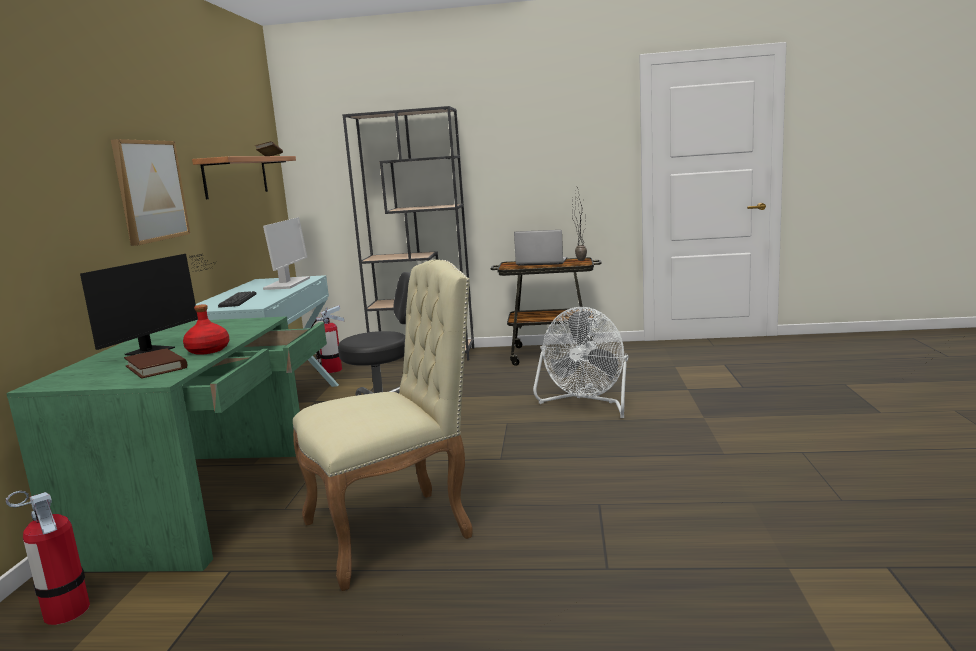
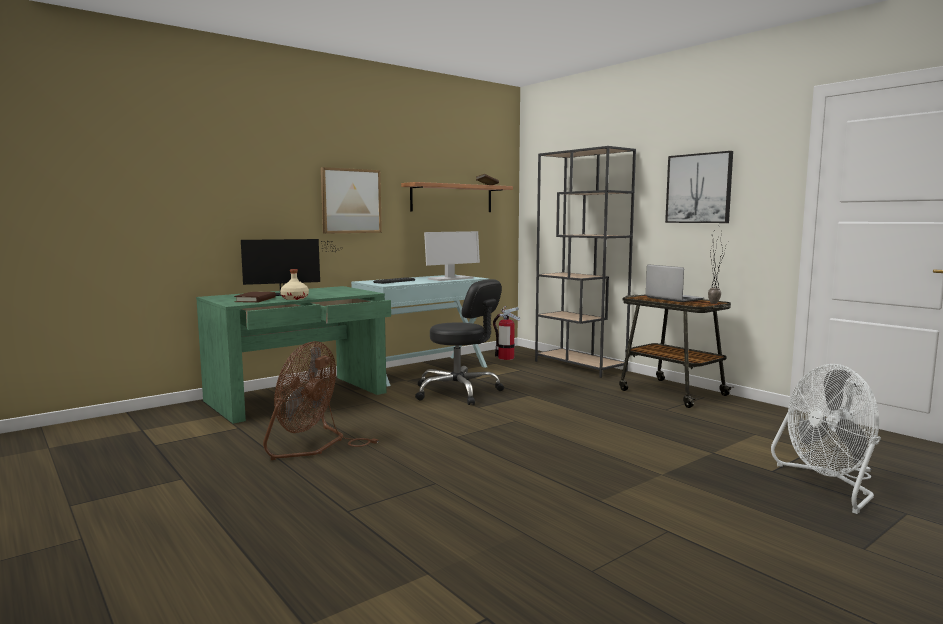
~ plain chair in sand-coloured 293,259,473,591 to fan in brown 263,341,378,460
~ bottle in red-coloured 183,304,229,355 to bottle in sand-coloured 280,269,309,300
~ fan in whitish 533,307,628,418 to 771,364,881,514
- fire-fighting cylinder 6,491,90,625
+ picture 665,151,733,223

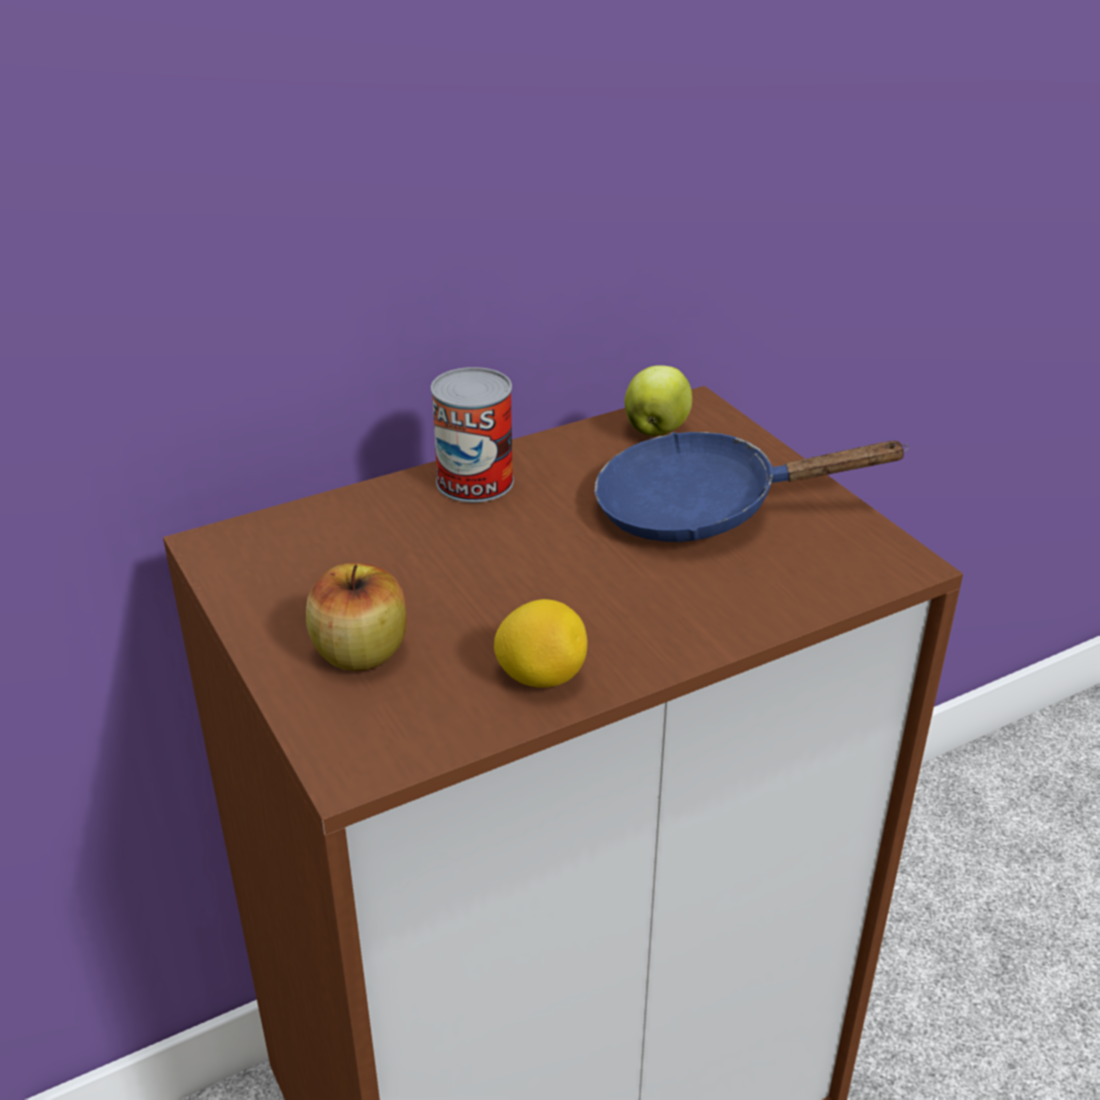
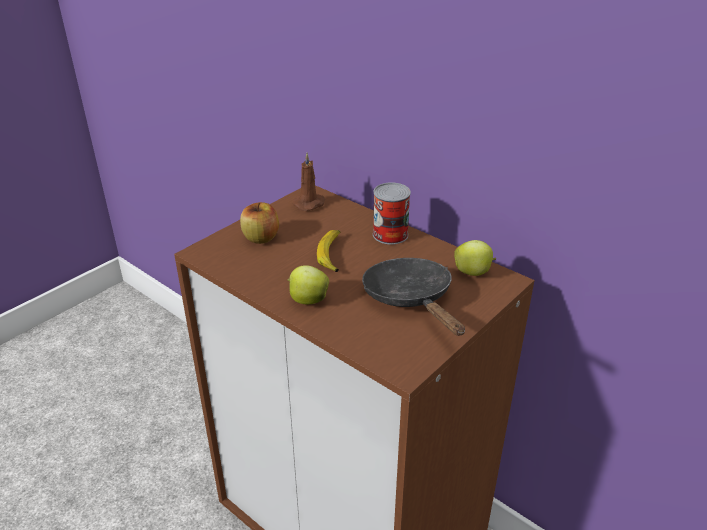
~ pan in bluish 595,432,909,542 to pan in black-coloured 362,258,465,336
- citrus fruit 494,599,588,688
+ candle in brown 293,153,326,211
+ whole banana 317,230,340,272
+ apple 287,265,329,304

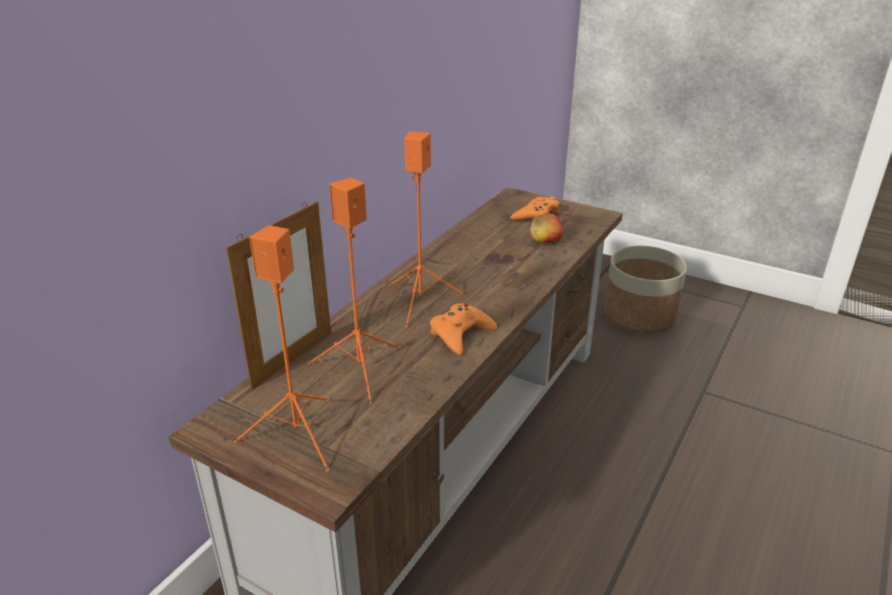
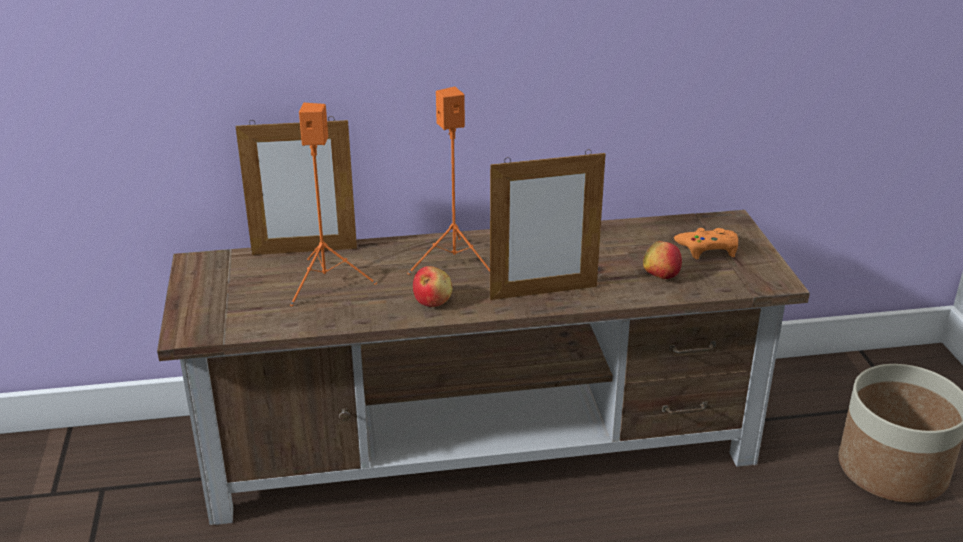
- audio speaker in orange 234,225,330,472
~ joypad in orange 430,303,498,355 to apple 413,266,452,307
+ standing frame 490,149,606,300

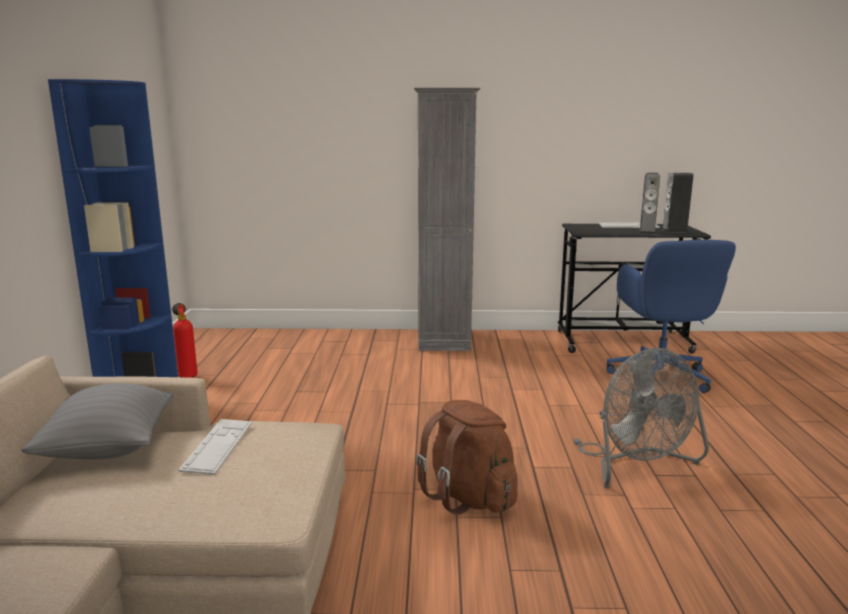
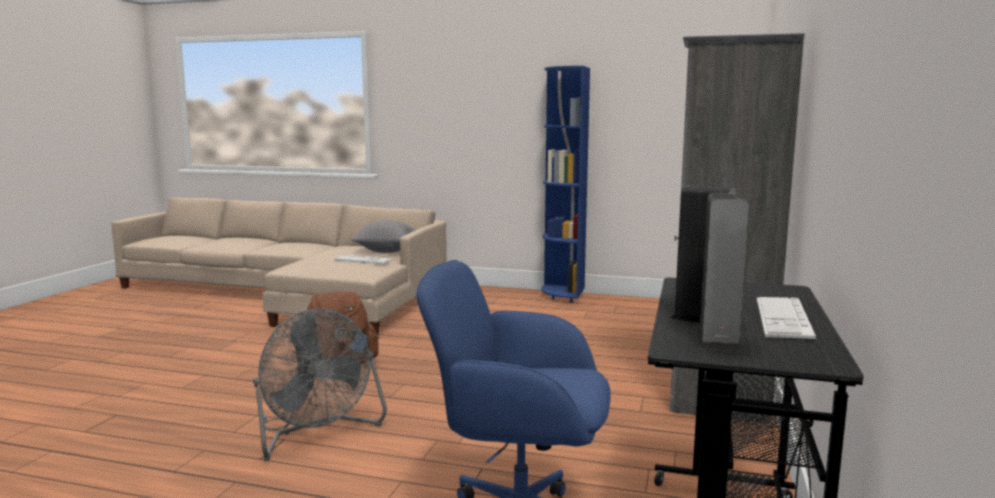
- fire-fighting cylinder 172,303,198,378
~ fan in gray 573,348,709,488 = 253,308,387,461 120 degrees counterclockwise

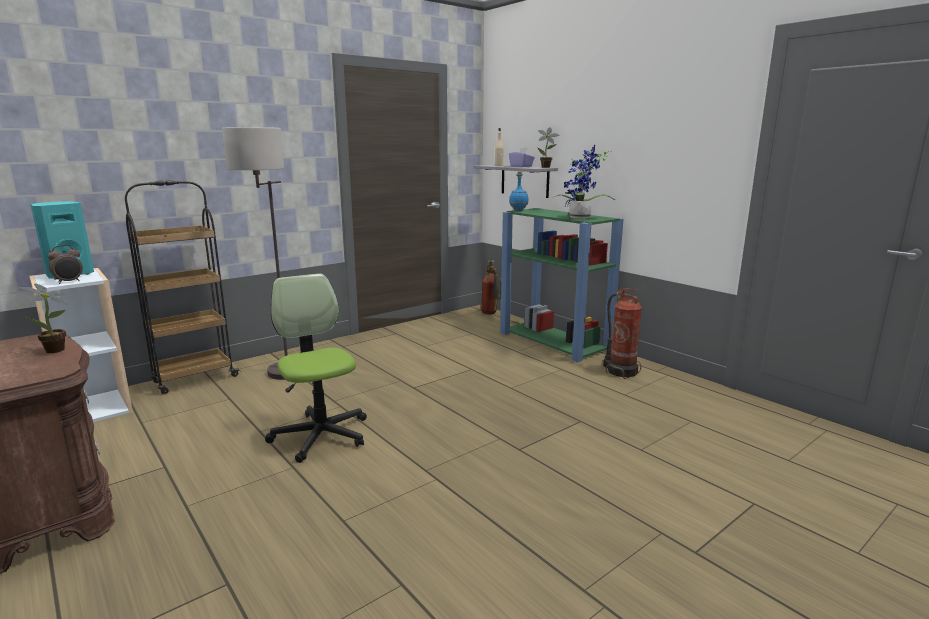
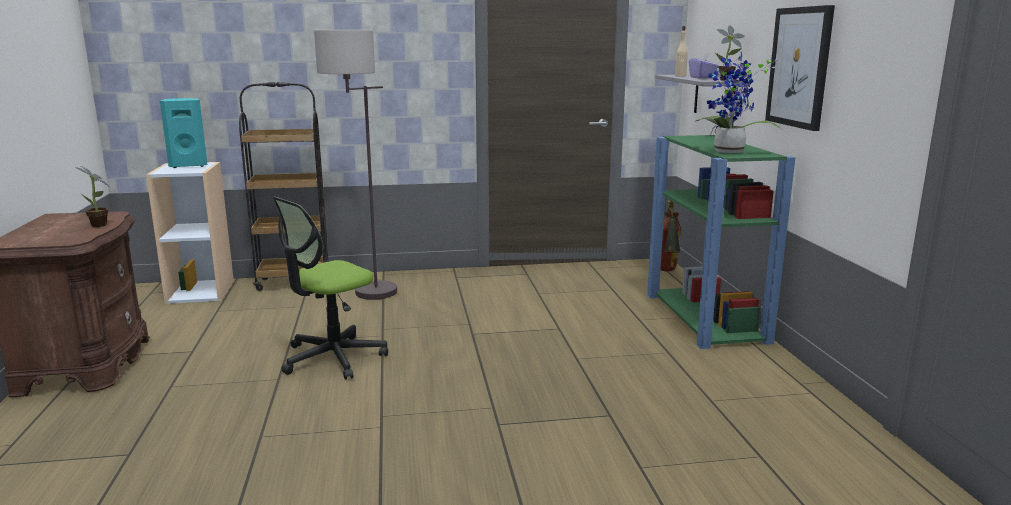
- bottle in bluish 509,171,528,211
- alarm clock 48,245,83,284
~ office chair 265,273,367,463 = 273,196,388,380 135 degrees counterclockwise
- fire-fighting cylinder 603,288,642,379
+ picture 765,5,835,131

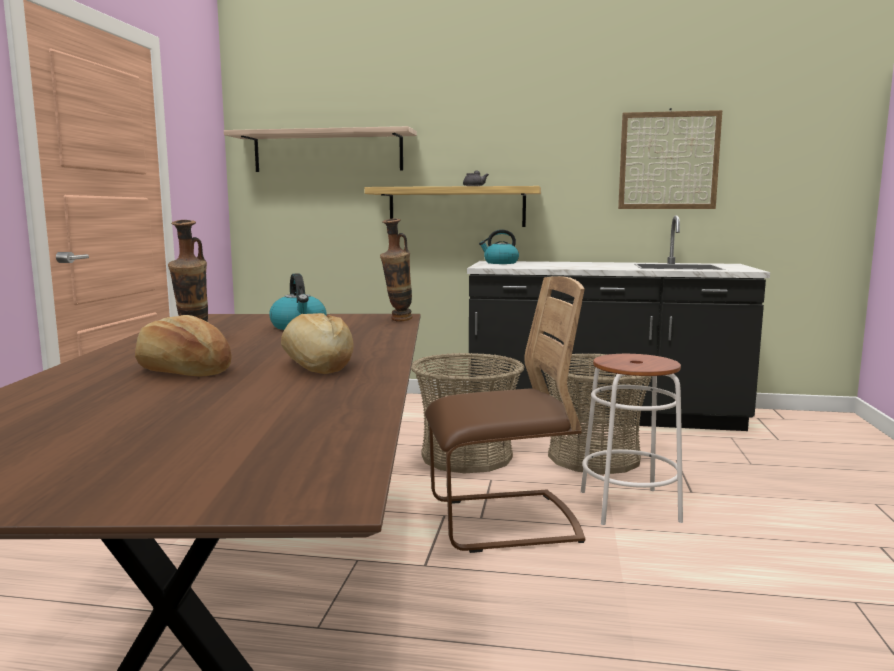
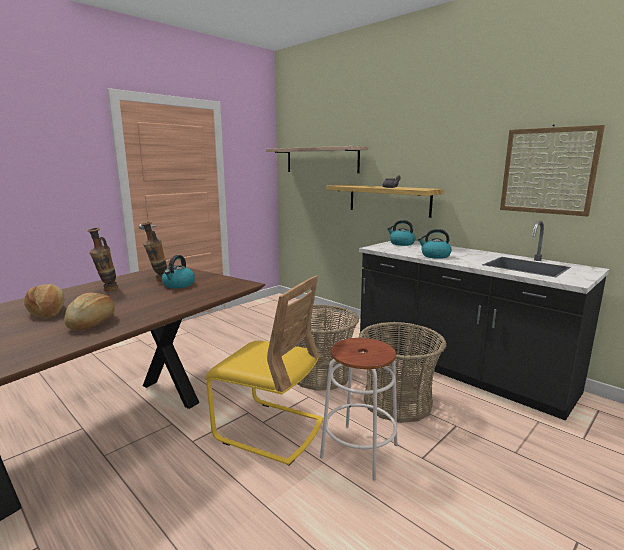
~ flower vase 380,218,413,321 to 141,222,167,281
~ plain chair in brown 425,276,585,553 to plain chair in yellowish 205,276,323,466
+ water kettle 418,229,452,259

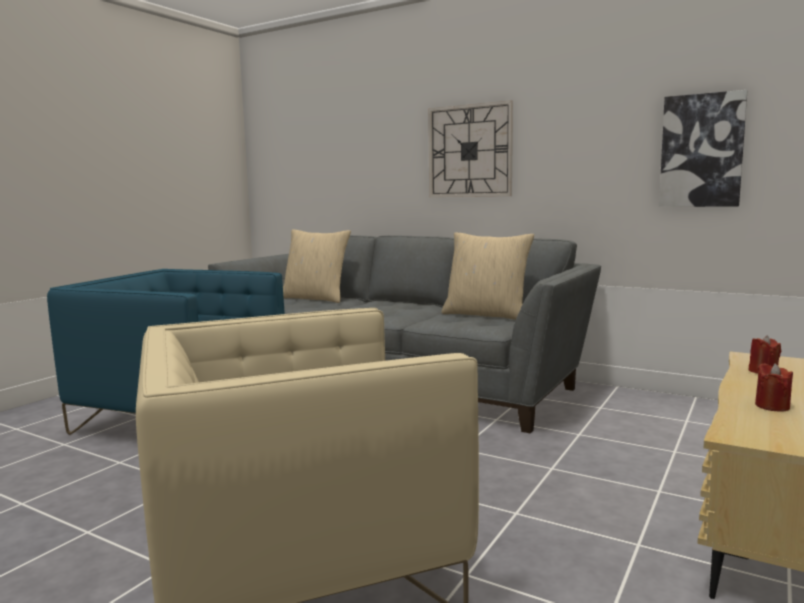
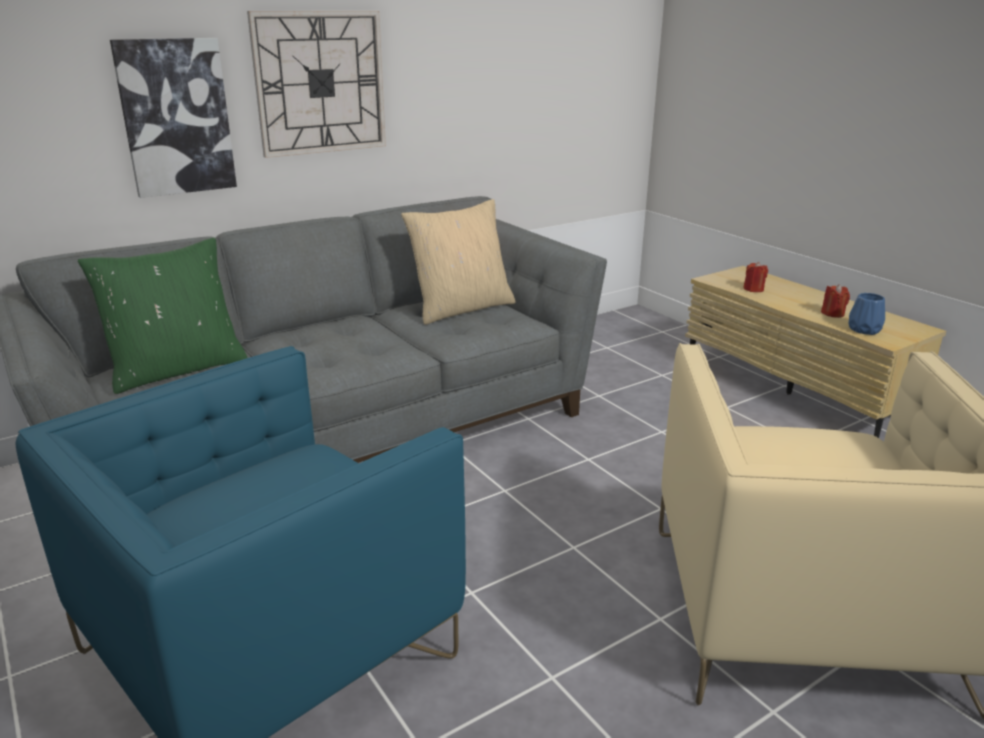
~ picture 659,90,747,207 to 110,38,237,198
~ cushion in sand-coloured 283,229,351,303 to cushion in greenish 78,237,248,394
+ flower vase in bluish 848,293,885,335

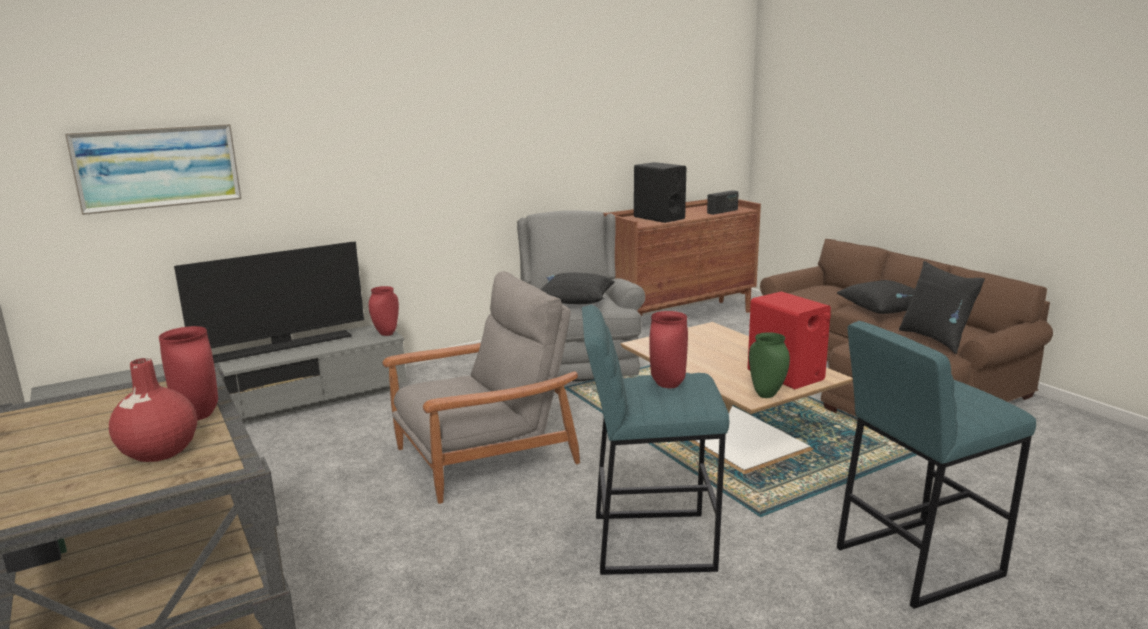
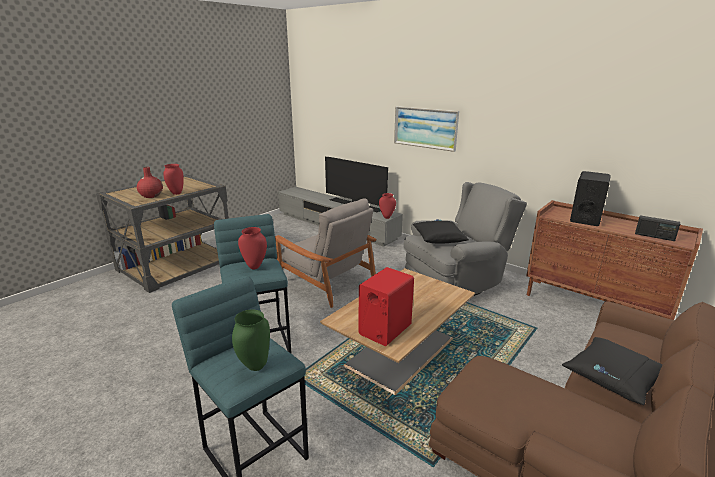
~ picture 65,124,242,215 to 394,106,459,152
- cushion in black-coloured 899,261,985,354
~ flower vase in greenish 749,332,790,398 to 232,309,270,371

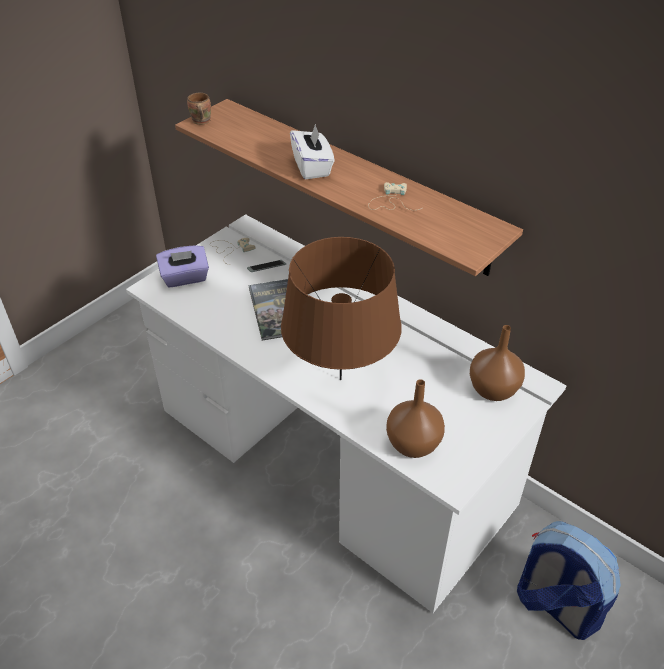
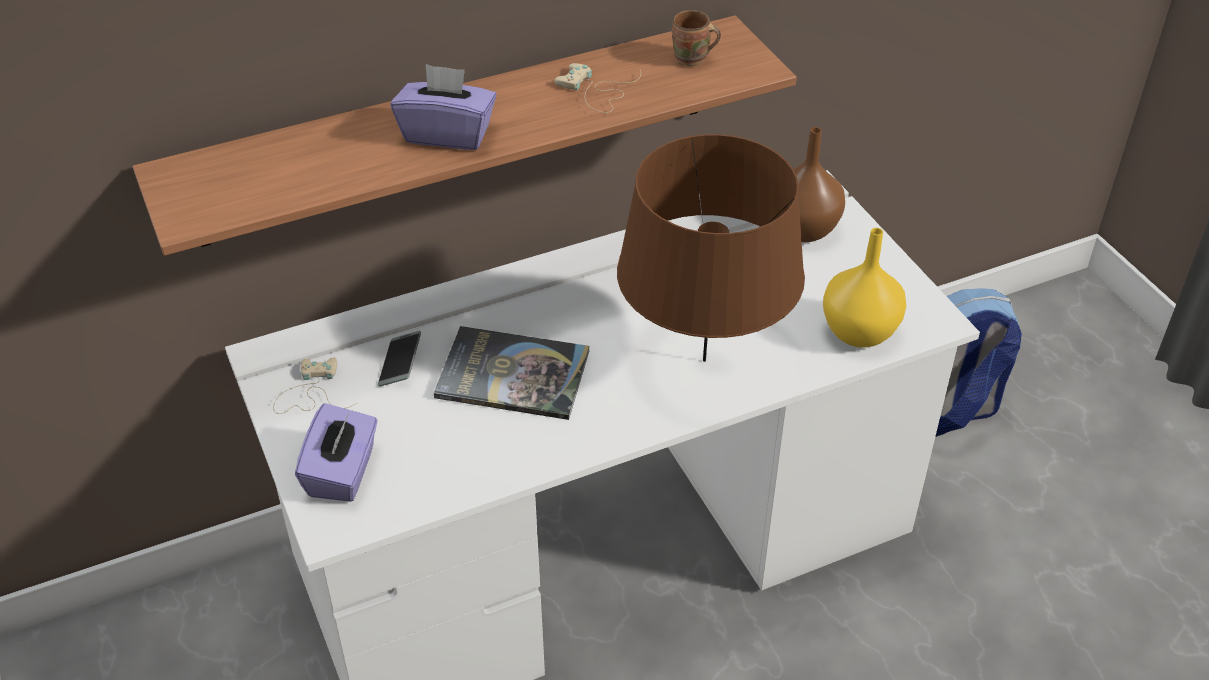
~ mug in brown 187,93,211,125 to 672,10,721,66
~ tissue holder in whitish 290,123,335,179 to tissue holder in purplish 391,64,497,150
~ flower vase in brown 386,379,445,458 to flower vase in yellowish 823,228,906,348

